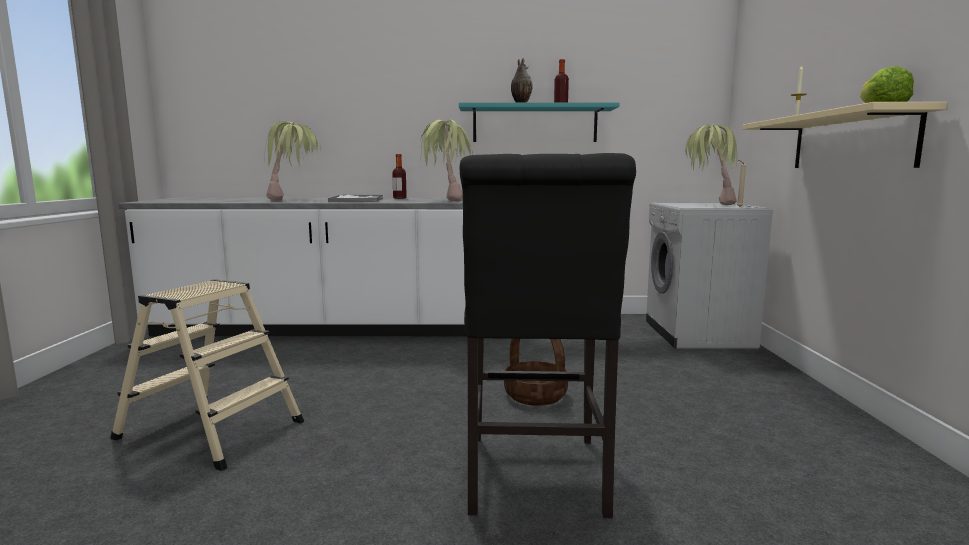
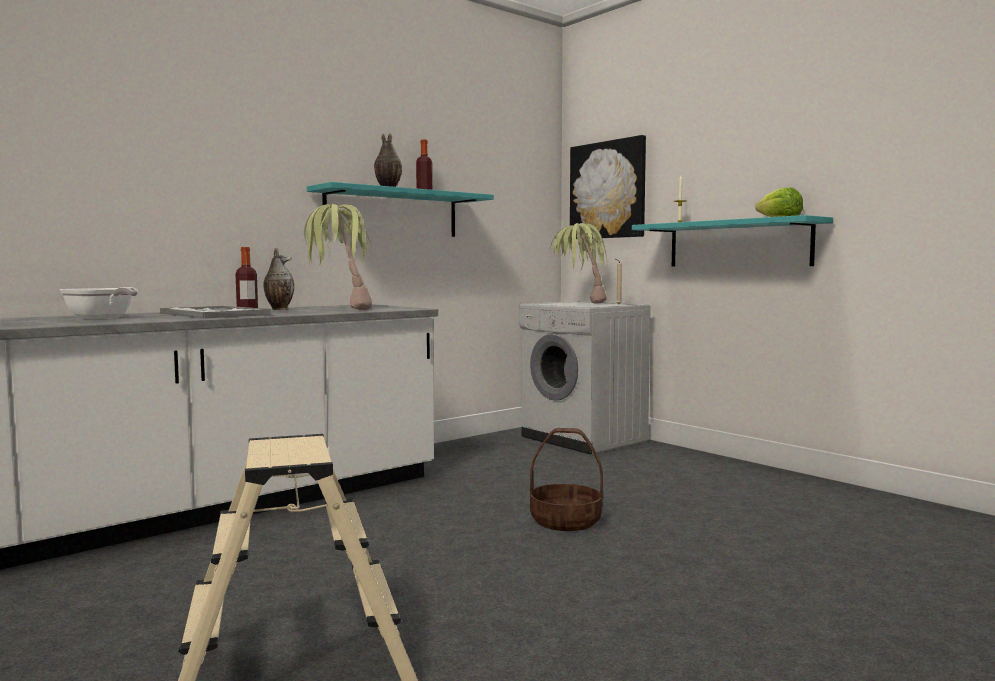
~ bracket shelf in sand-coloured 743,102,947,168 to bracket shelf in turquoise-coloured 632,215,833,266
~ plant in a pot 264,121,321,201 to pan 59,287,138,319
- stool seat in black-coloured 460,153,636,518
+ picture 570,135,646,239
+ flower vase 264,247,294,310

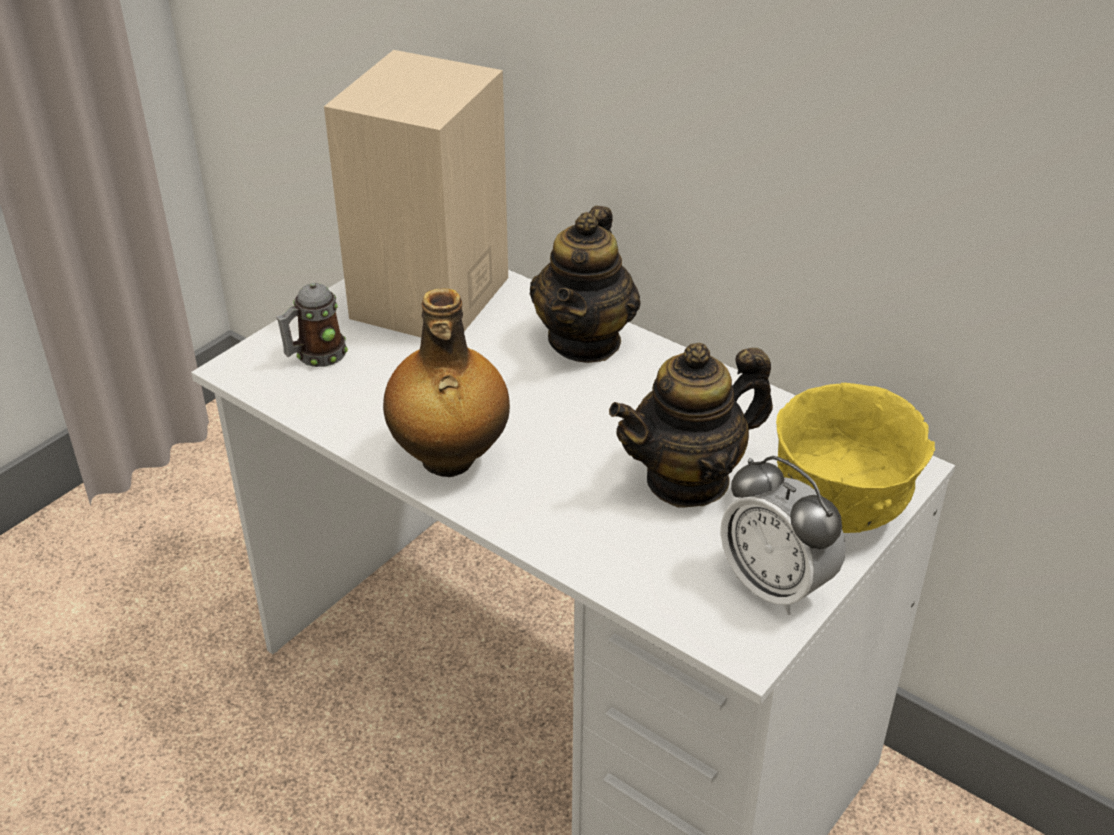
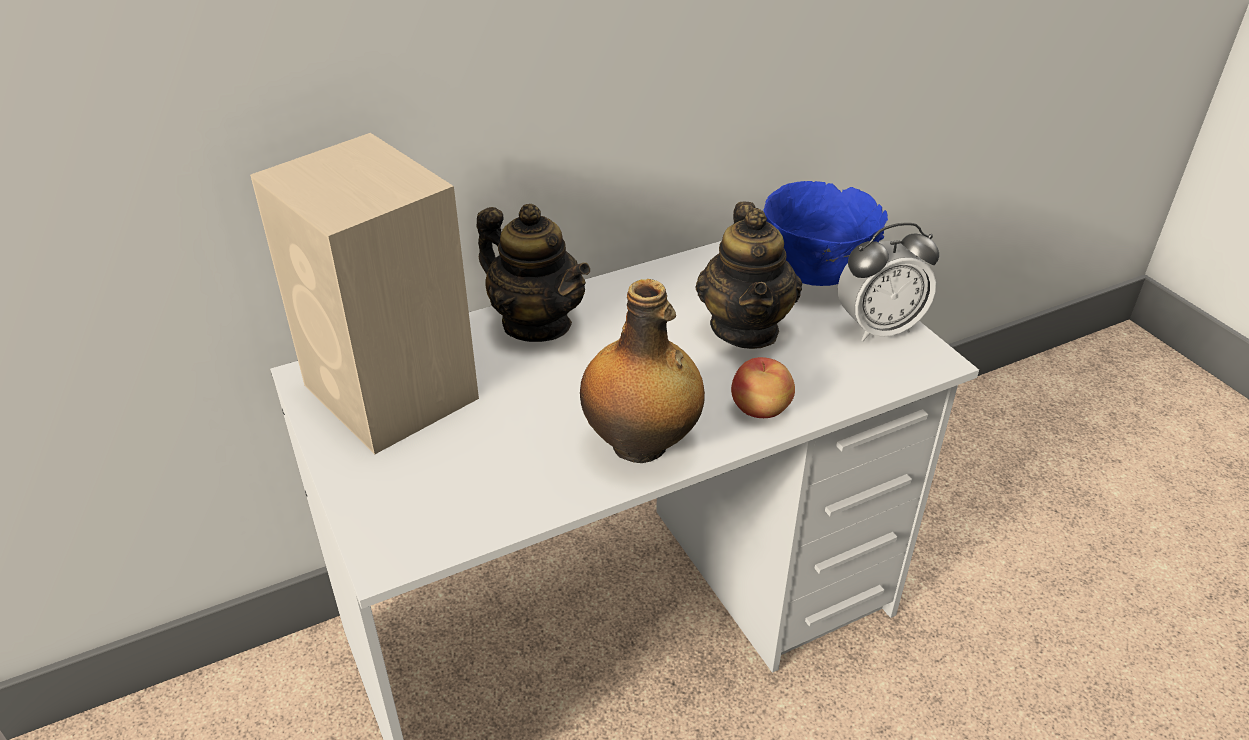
- mug 276,283,348,367
~ serving bowl in yellowish 776,383,935,533 to serving bowl in bluish 763,181,888,286
+ apple 731,357,795,418

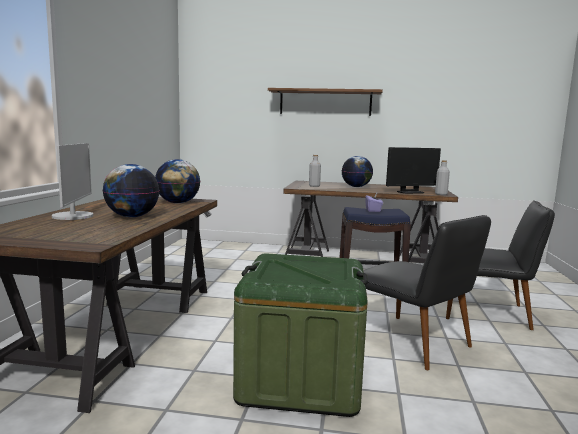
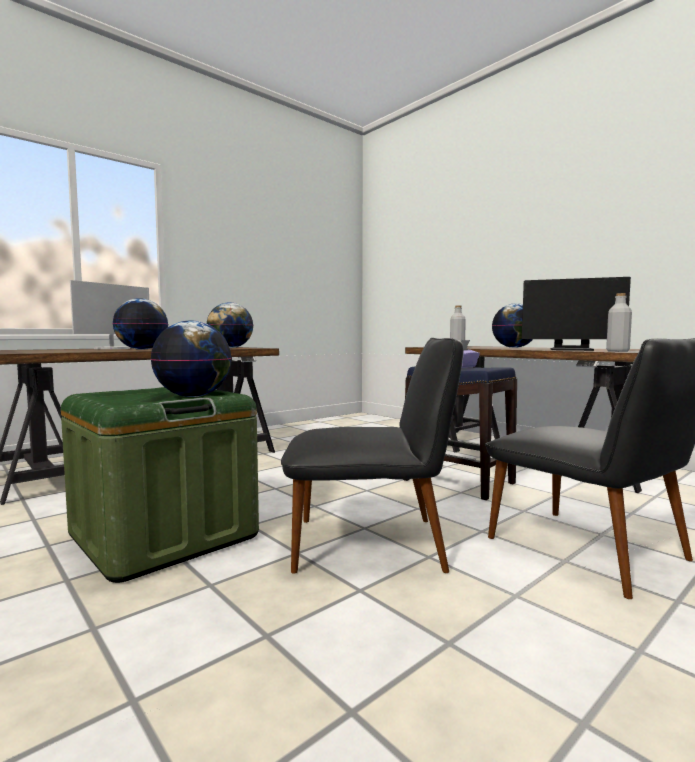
- bracket shelf in brown 268,88,383,116
~ plain chair in black-coloured 363,215,491,370 = 281,338,464,574 90 degrees counterclockwise
+ globe 151,320,232,397

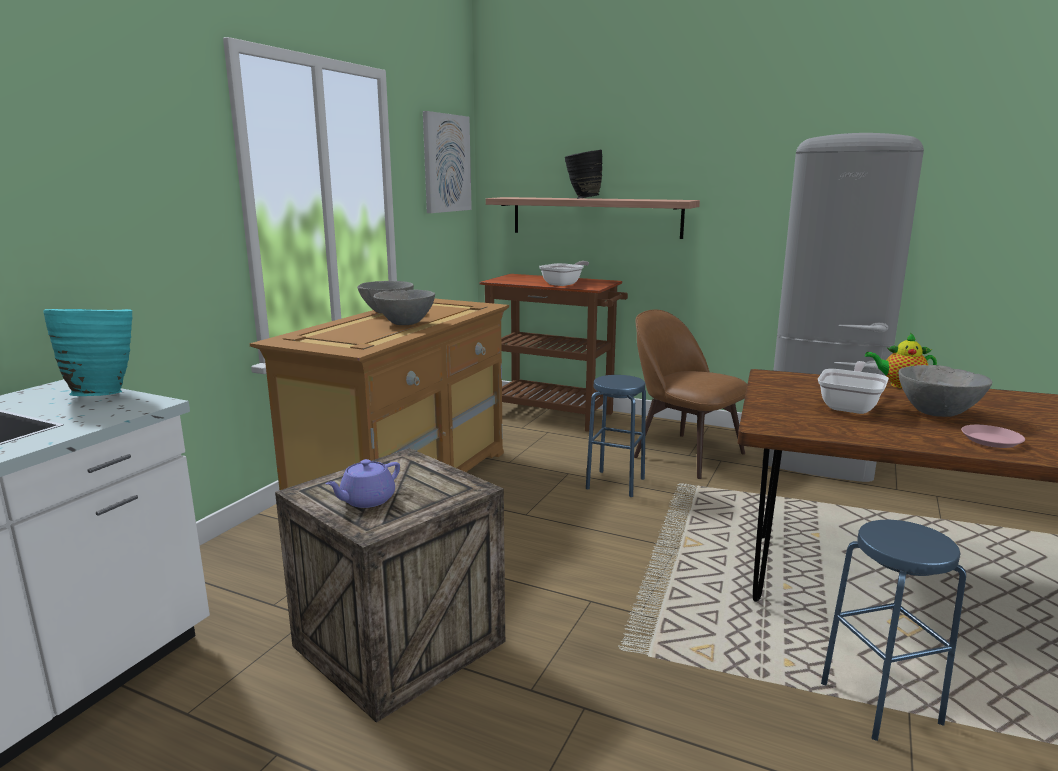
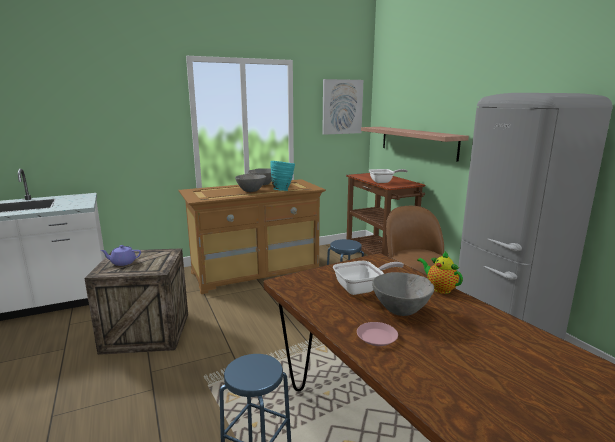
- flower vase in black-coloured 565,150,602,199
~ flower vase in turquoise-coloured 43,309,133,396 to 270,161,295,191

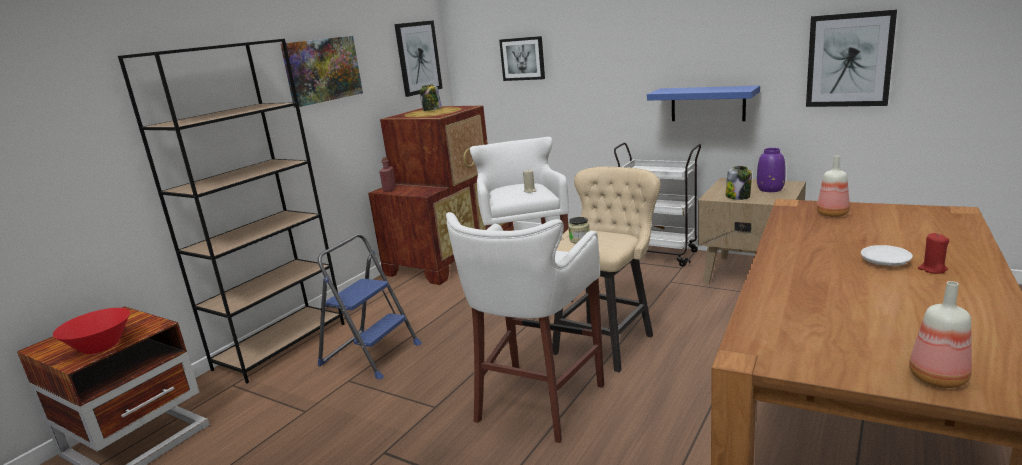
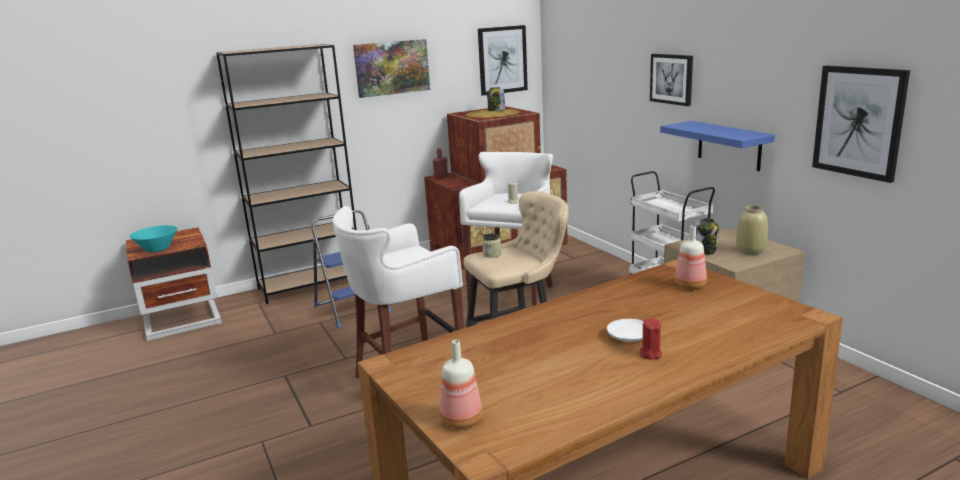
~ picture 499,36,545,81 to 650,54,693,106
~ flower vase in purplish 757,148,786,192 to flower vase in sand-coloured 736,205,768,255
~ serving bowl in red-coloured 53,308,130,354 to serving bowl in turquoise-coloured 130,225,178,252

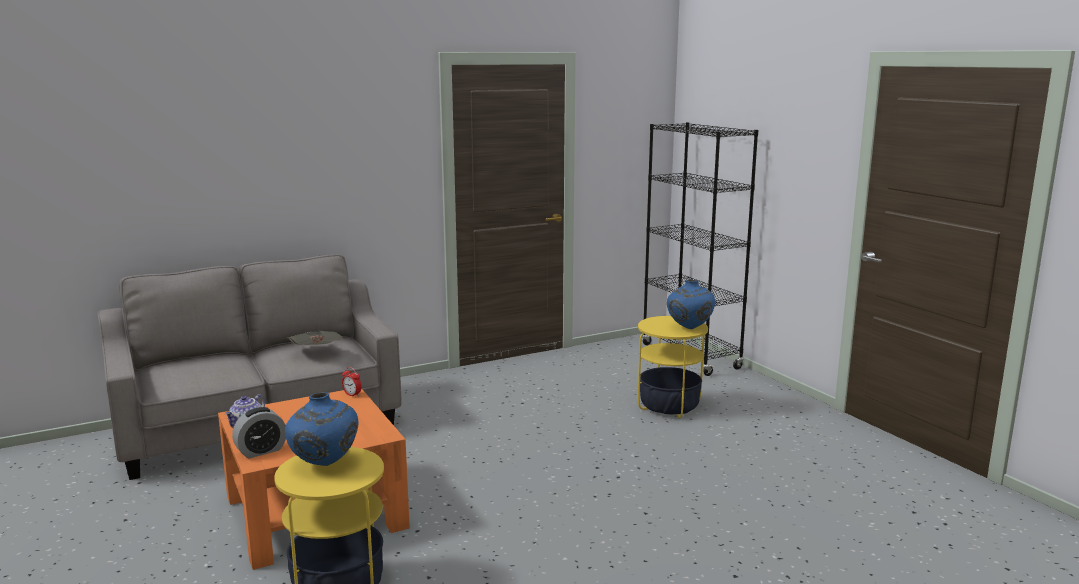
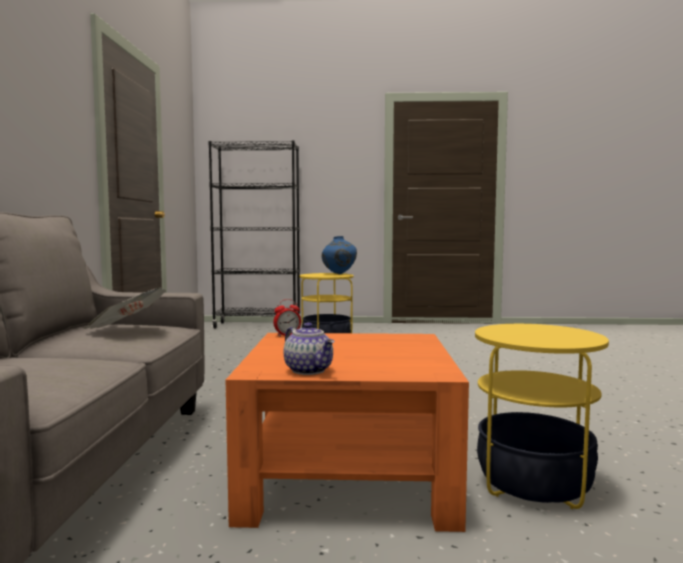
- flower vase in bluish 285,392,359,466
- alarm clock 232,407,286,458

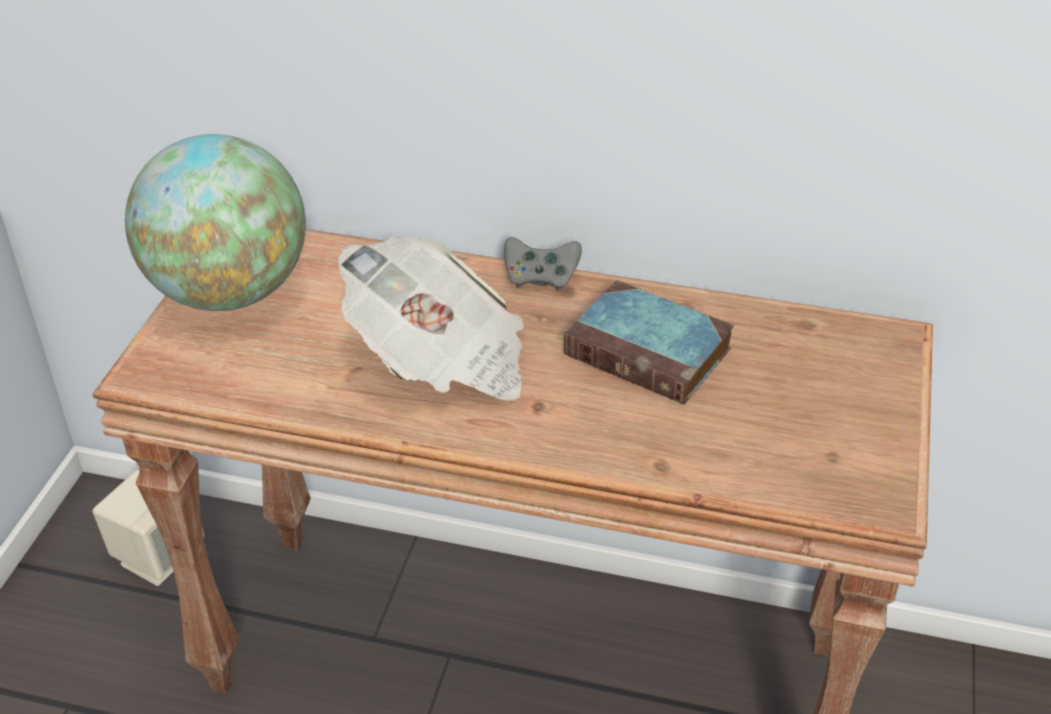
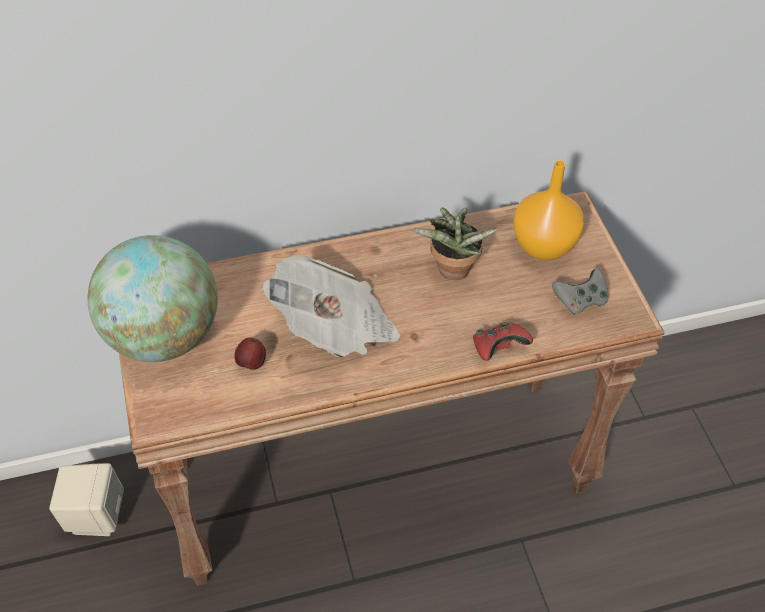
~ joypad in gray 504,237,582,291 to 552,268,608,315
~ book 564,280,734,405 to plant in a pot 410,207,498,280
+ flower vase in orange 513,160,584,260
+ joypad in red-coloured 473,322,533,361
+ apple 234,337,266,370

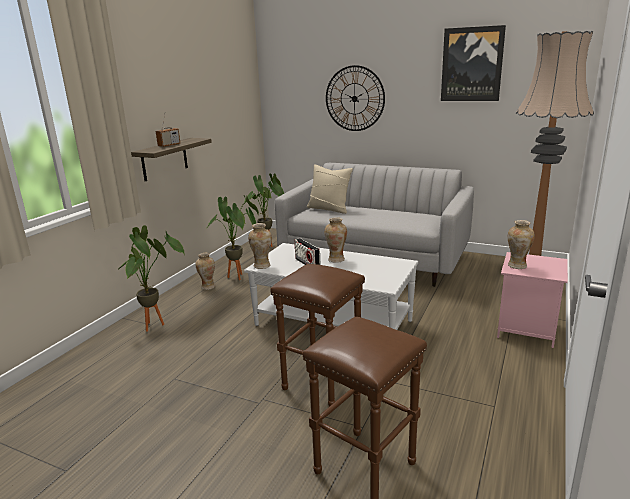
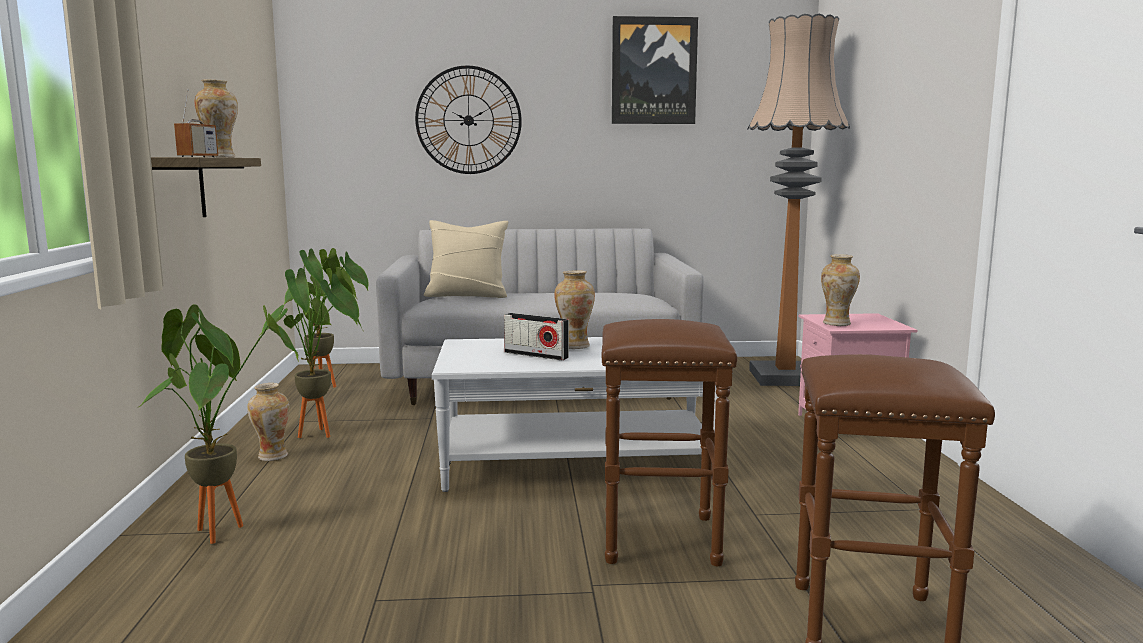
~ flower vase 248,223,272,269 to 194,80,238,157

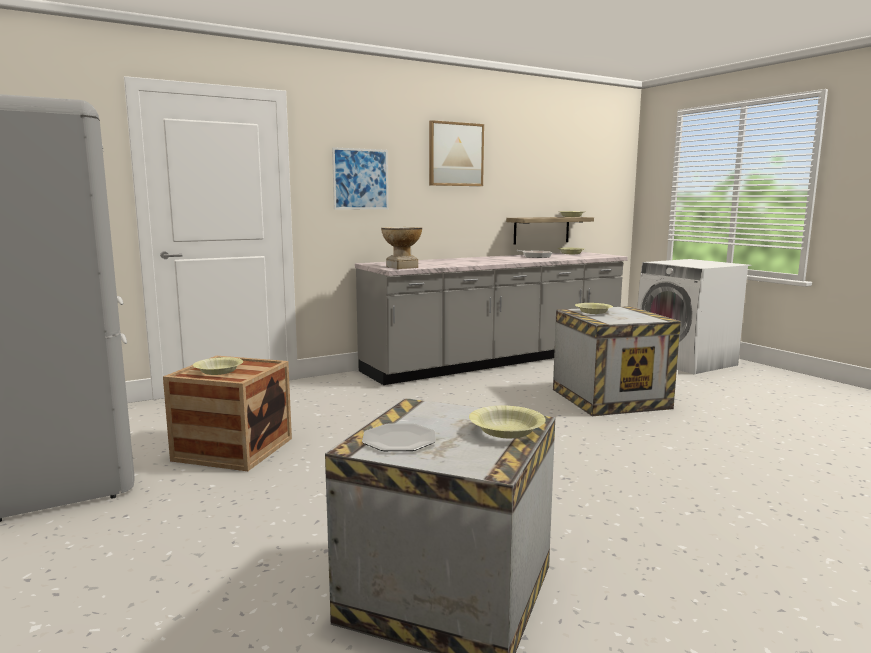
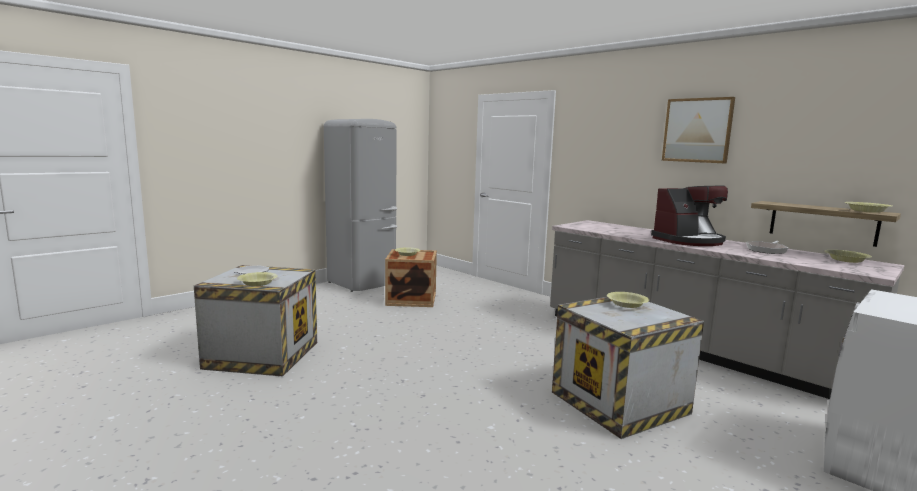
- picture 332,147,388,210
- flower vase 381,227,422,269
+ coffee maker 651,185,728,246

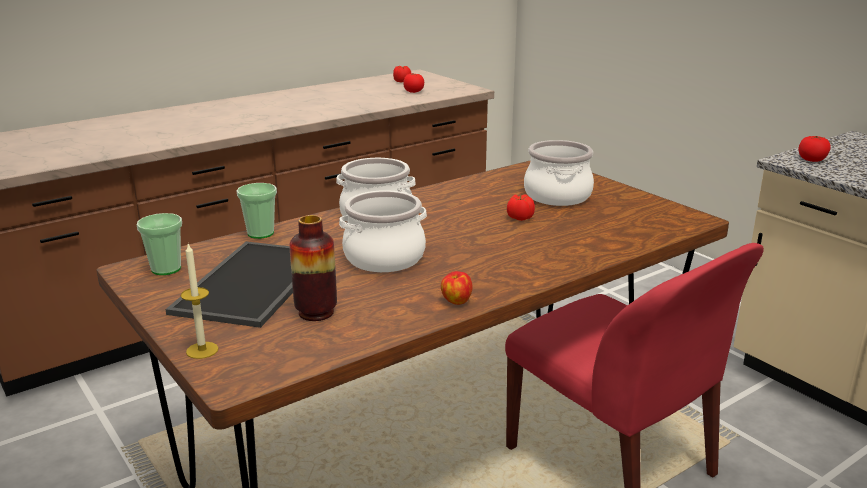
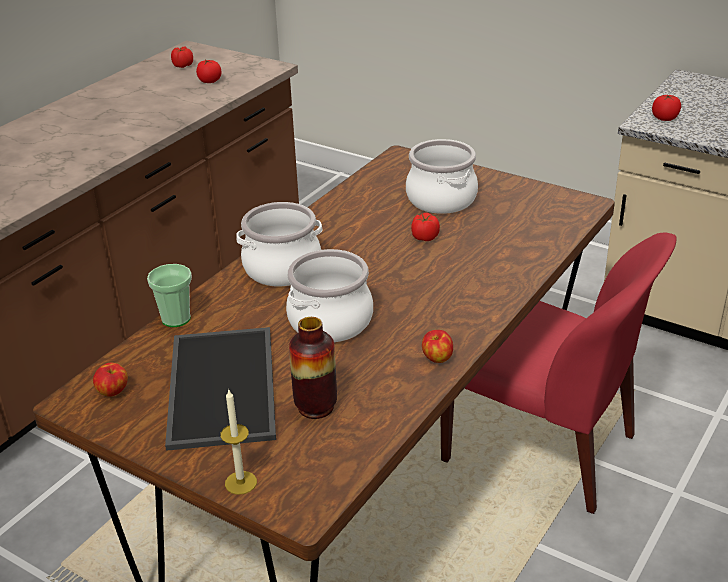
~ small cup 137,213,182,275 to apple 93,363,128,397

